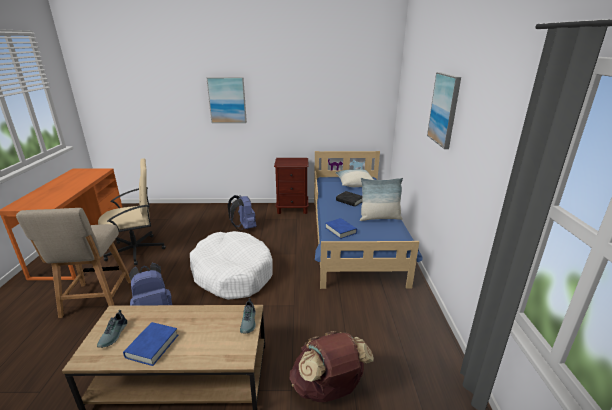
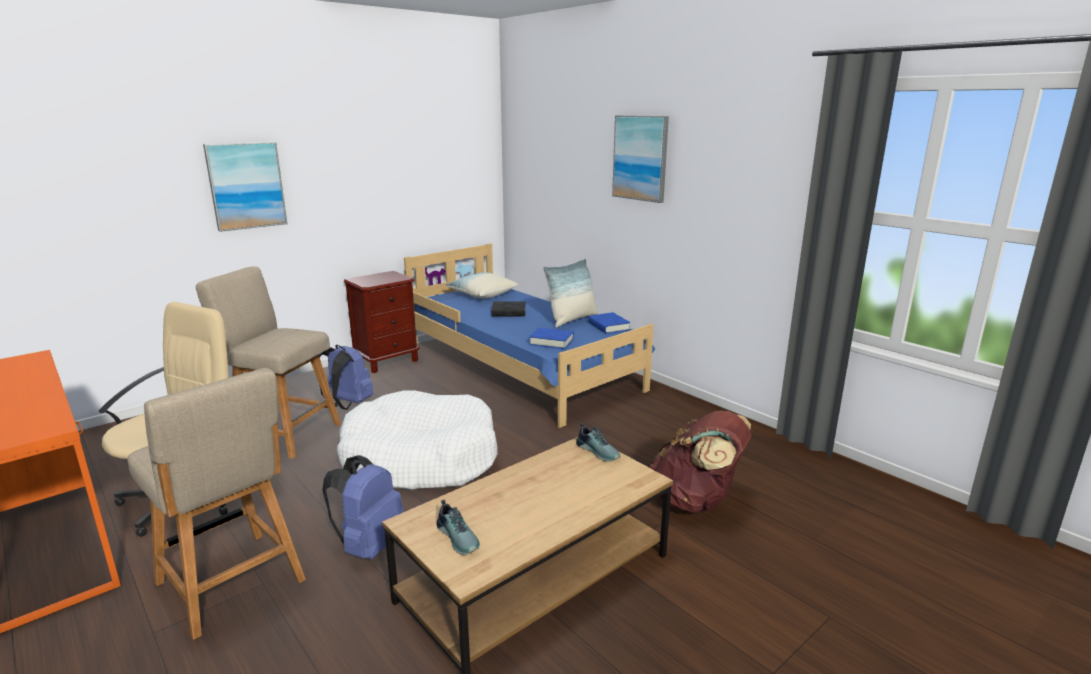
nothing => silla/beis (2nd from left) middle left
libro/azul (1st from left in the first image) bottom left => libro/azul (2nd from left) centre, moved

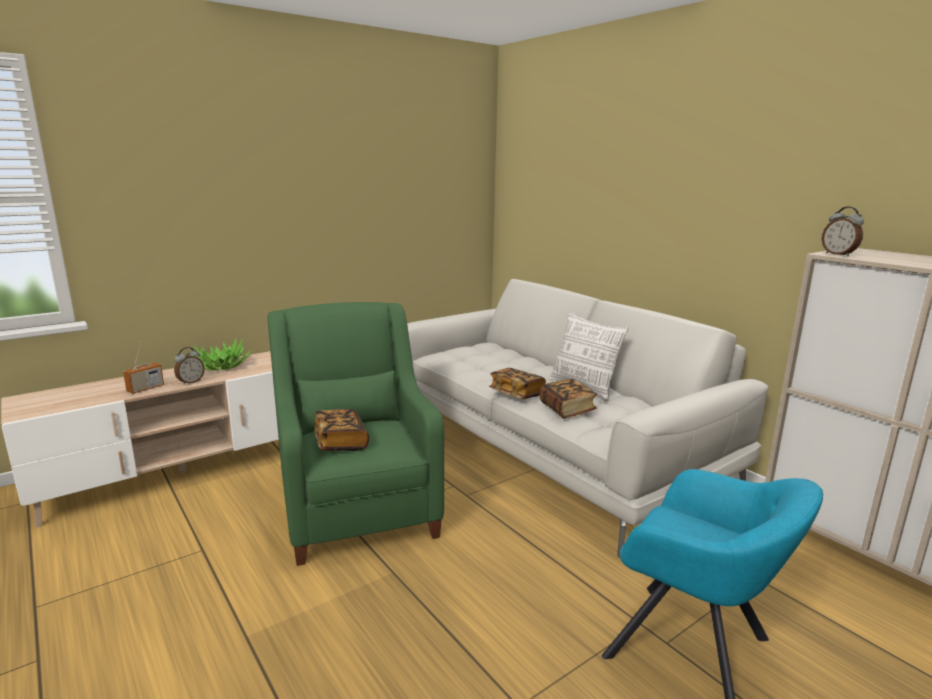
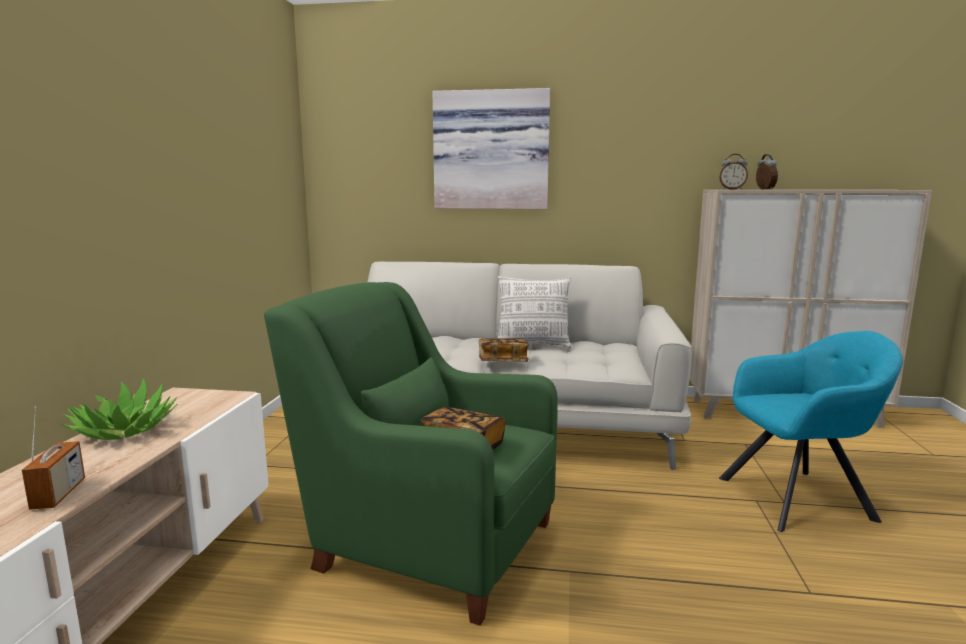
libro (3rd from left) centre => nothing
nothing => cuadro top centre
despertador (1st from left in the first image) middle left => despertador (2nd from left) top right, moved

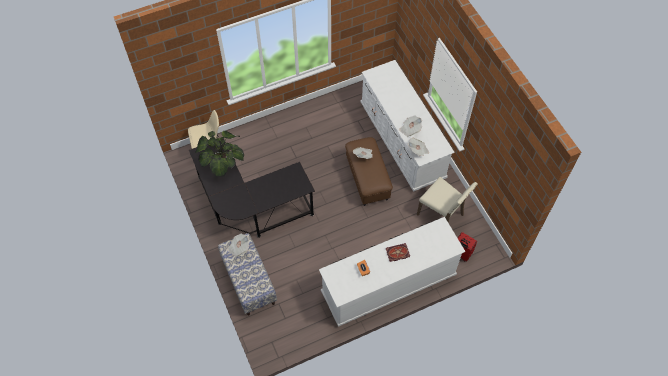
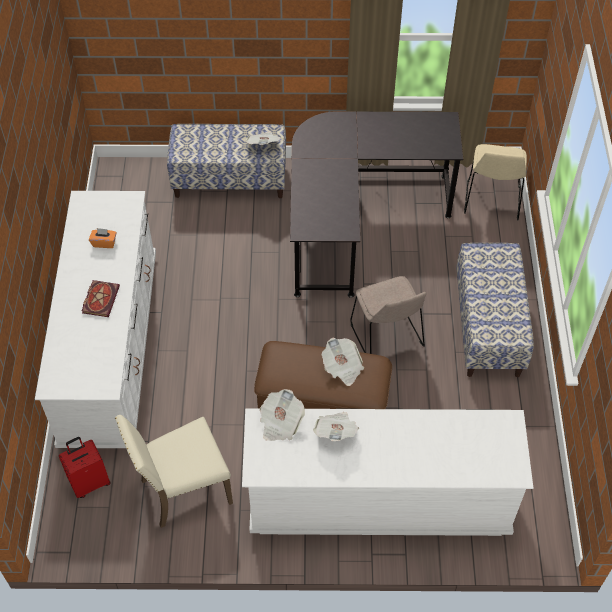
planta en maceta middle left => nothing
nothing => silla/beis (2nd from left) centre
nothing => banco (2nd from left) middle right

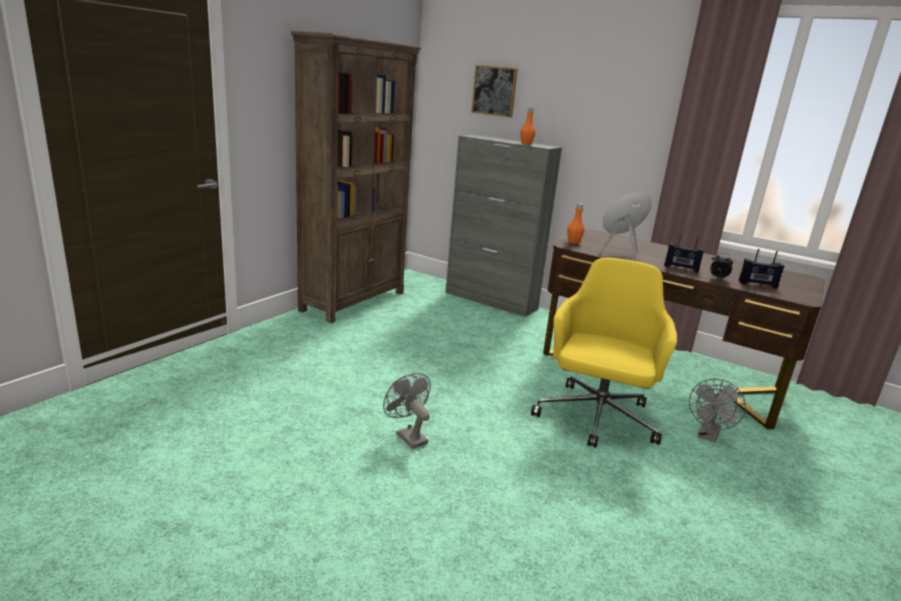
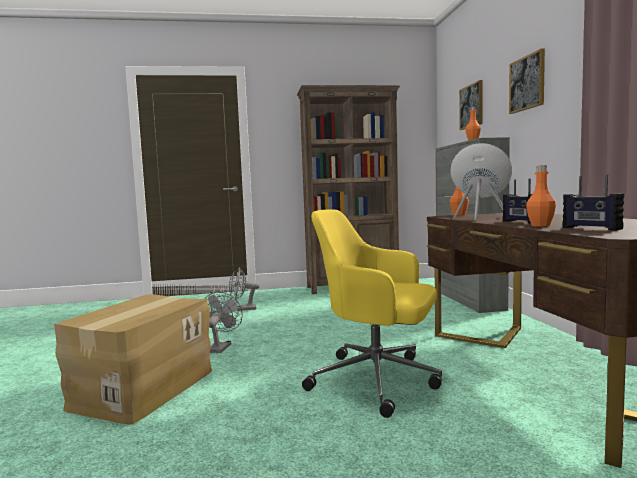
nothing => caja de cartón bottom left
nothing => cuadro (2nd from left) top right
ventilador/gris (2nd from left) bottom right => ventilador/gris (2nd from left) centre, moved
despertador middle right => botella/naranja (3rd from left) middle right
silla de oficina/amarillo middle right => silla de oficina/amarillo centre, 135 degrees counterclockwise

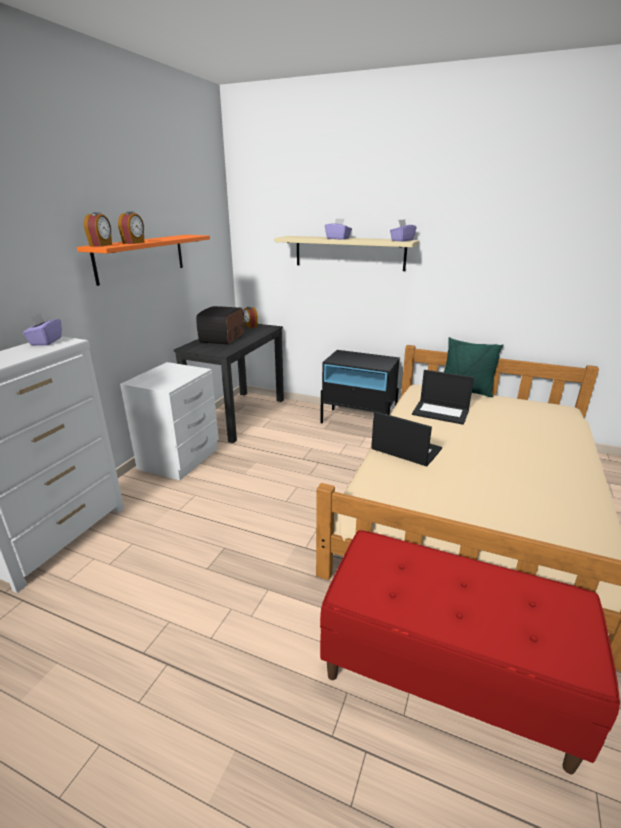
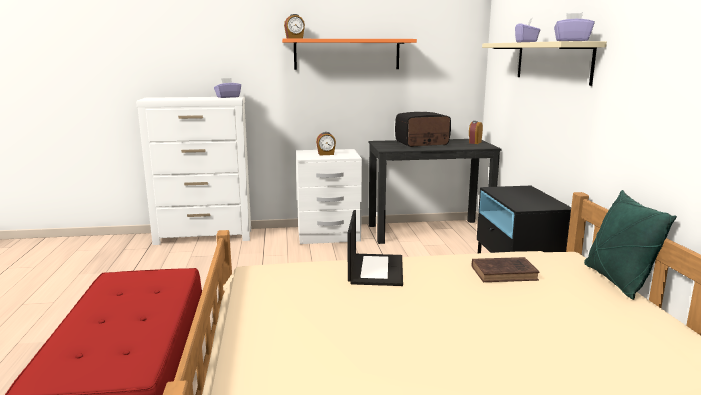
despertador (2nd from left) top left => despertador (2nd from left) centre, moved
portátil (2nd from left) middle right => libro/marrón bottom right

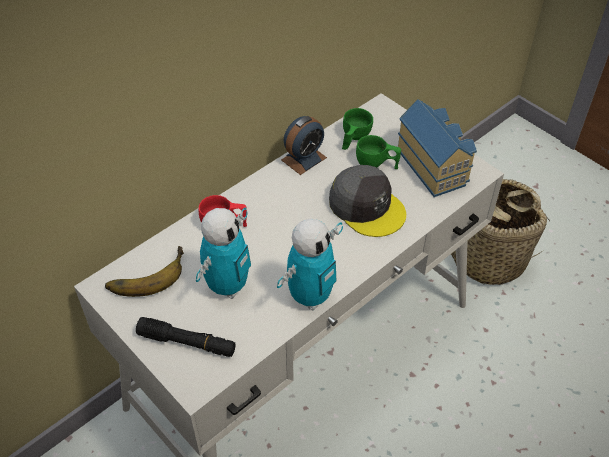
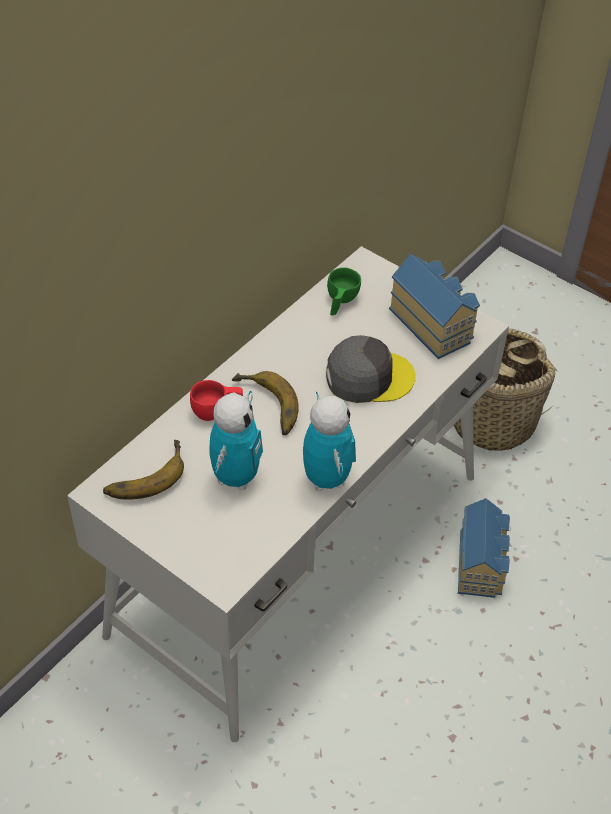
linterna/negro bottom left => nothing
despertador top centre => nothing
taza/verde (2nd from left) top centre => nothing
nothing => plátano (2nd from left) centre
nothing => casita (2nd from left) bottom right
robot de juguete (2nd from left) centre, 45 degrees counterclockwise
gorra/gris centre, 45 degrees counterclockwise

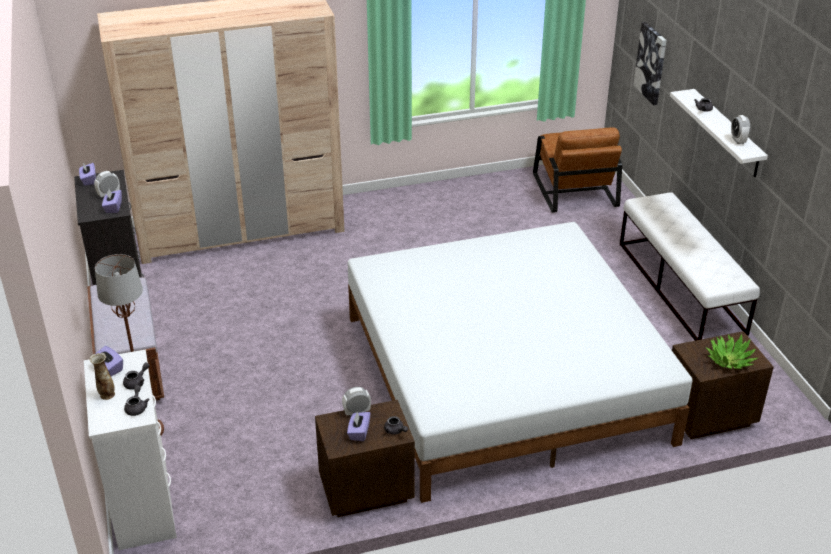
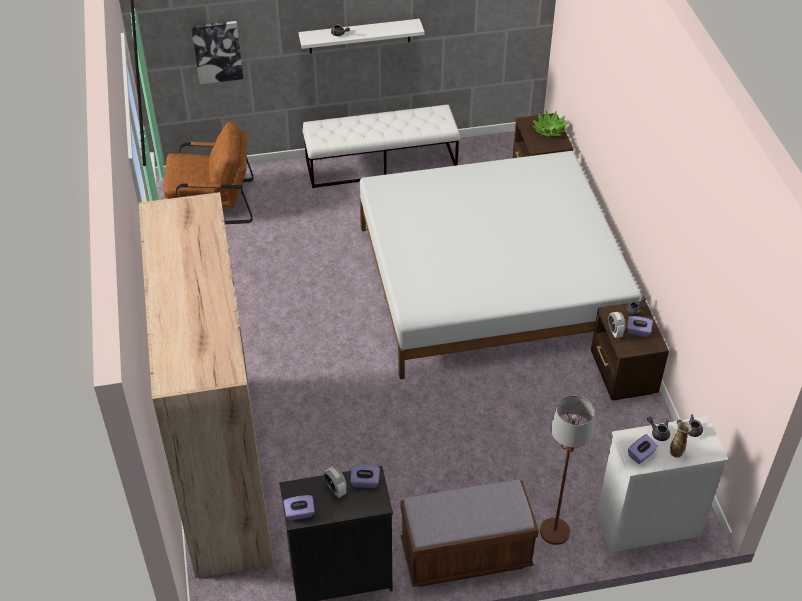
despertador (3rd from left) top right => nothing

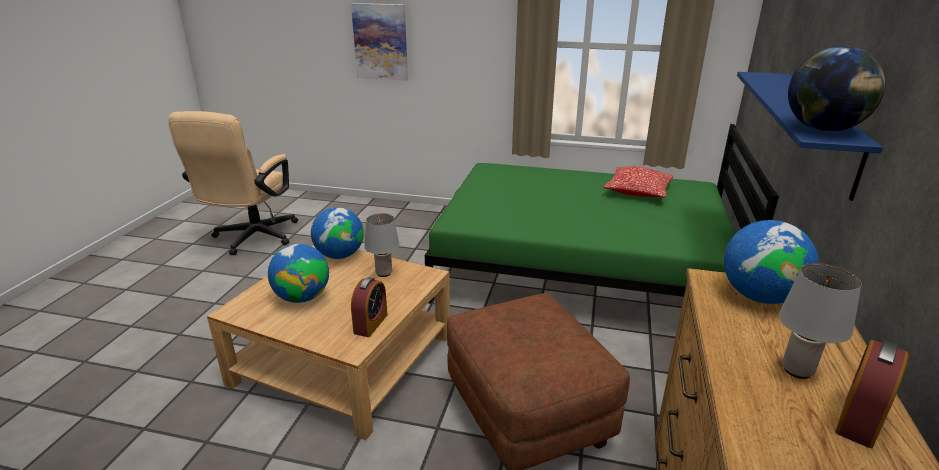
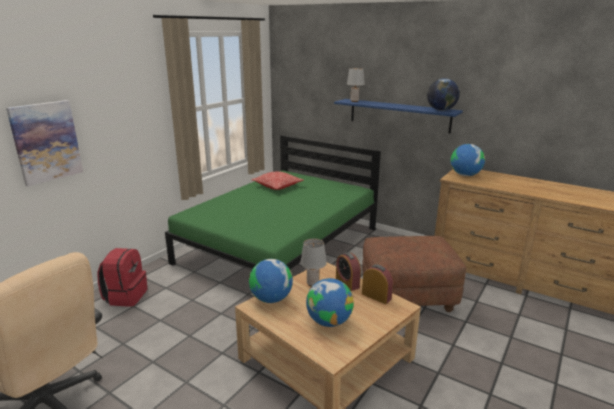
nothing => mochila/rojo bottom left
lámpara de mesa/gris (2nd from left) bottom right => lámpara de mesa/gris (2nd from left) top centre, moved
despertador (2nd from left in the first image) bottom right => despertador (1st from left) centre, moved

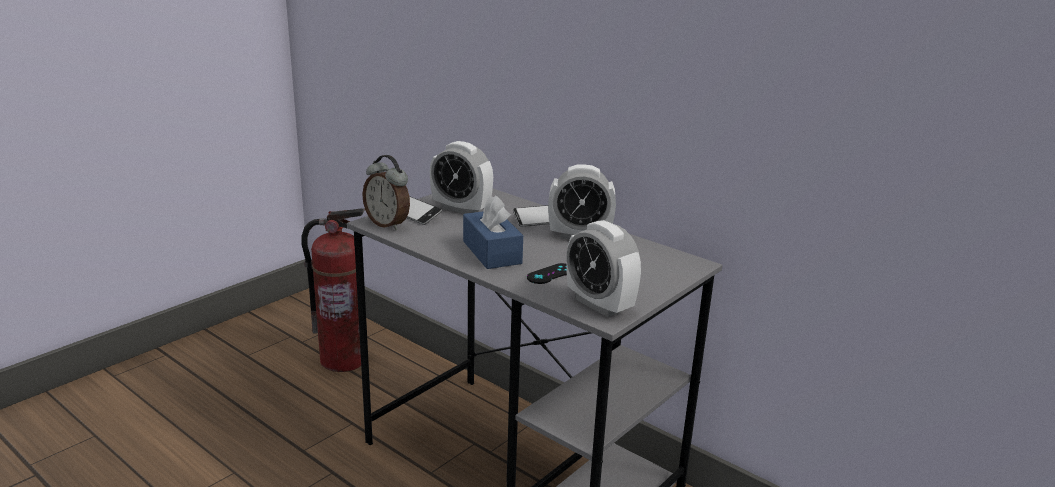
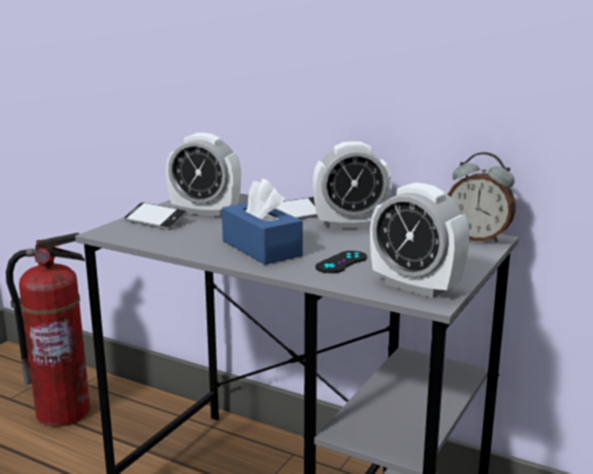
despertador (1st from left in the first image) centre => despertador (4th from left) middle right, moved

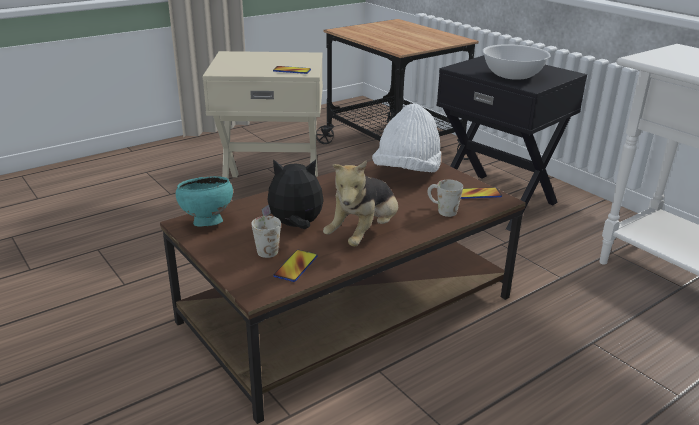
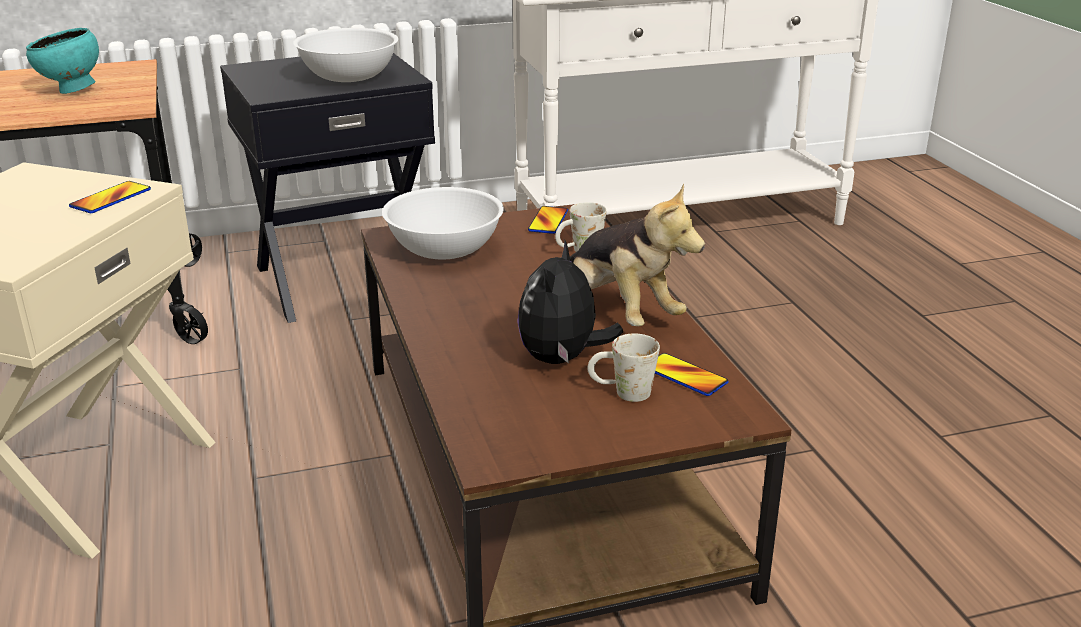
cuenco/turquesa middle left => cuenco/turquesa top left, moved
sombrero/blanco top centre => cuenco/blanco (2nd from left) centre

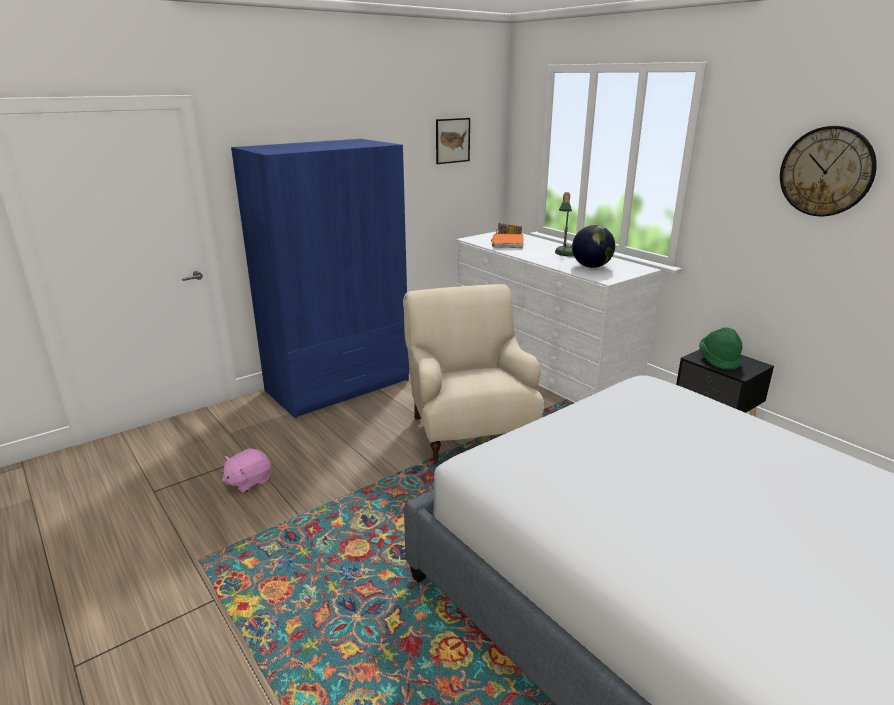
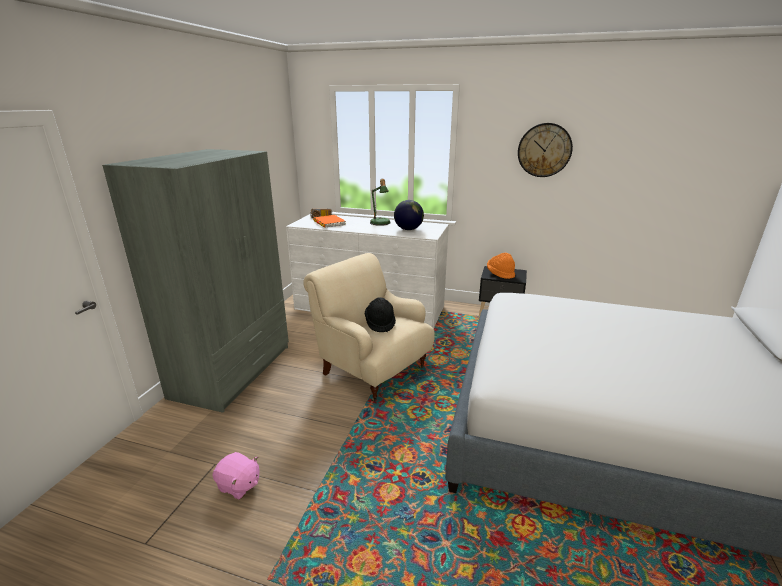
cuadro top centre => nothing
nothing => sombrero/negro centre
armario ropero/azul centre => armario ropero/gris middle left
sombrero/verde middle right => sombrero/naranja centre
peluche/rosa bottom left, 75 degrees counterclockwise

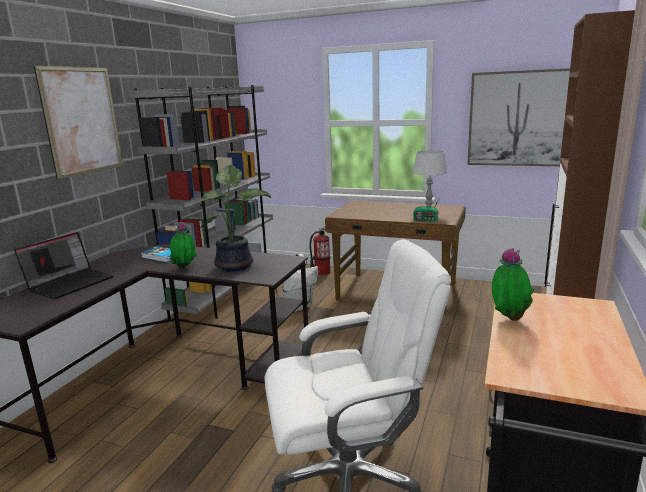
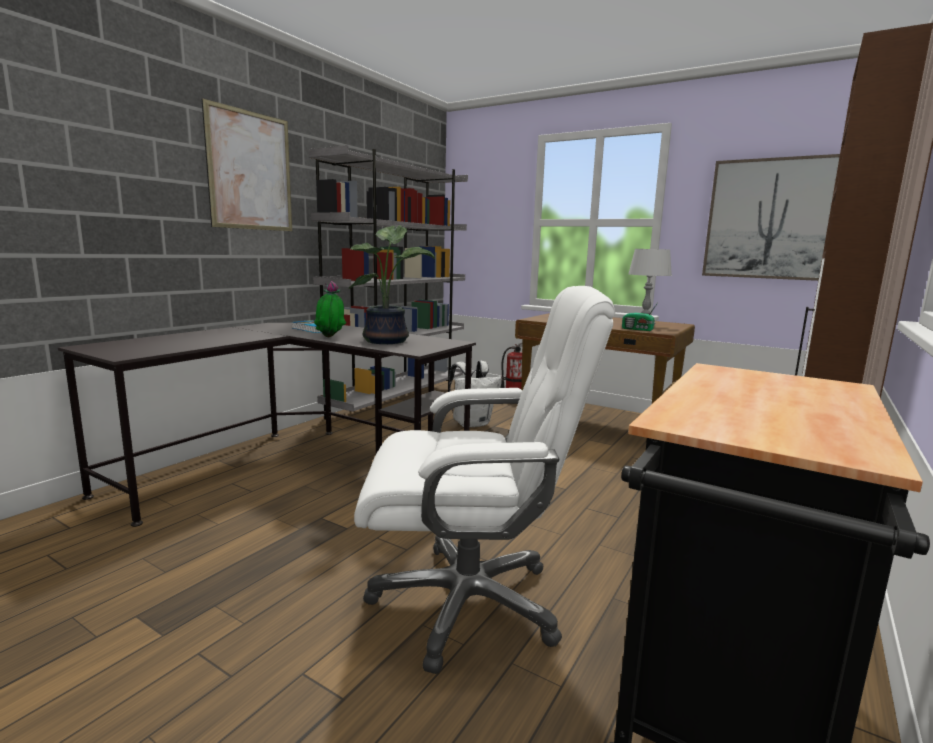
portátil middle left => nothing
planta en maceta (3rd from left) middle right => nothing

